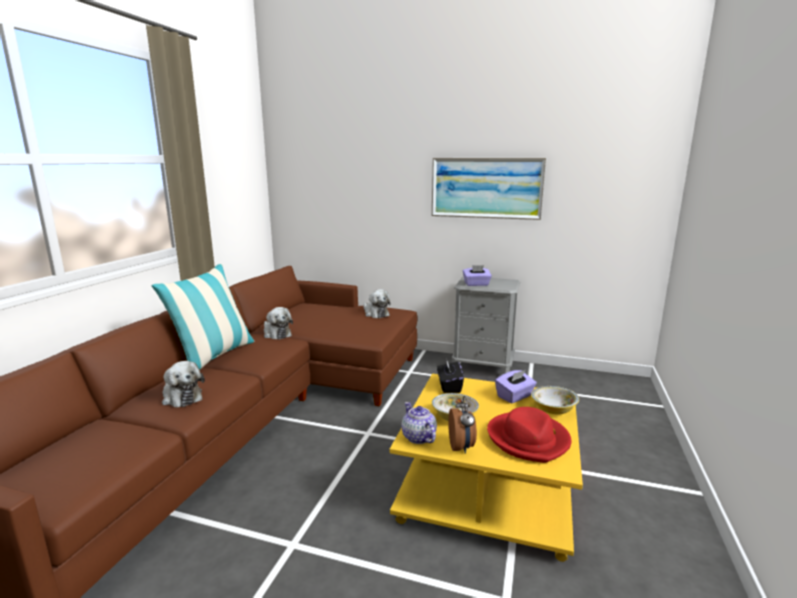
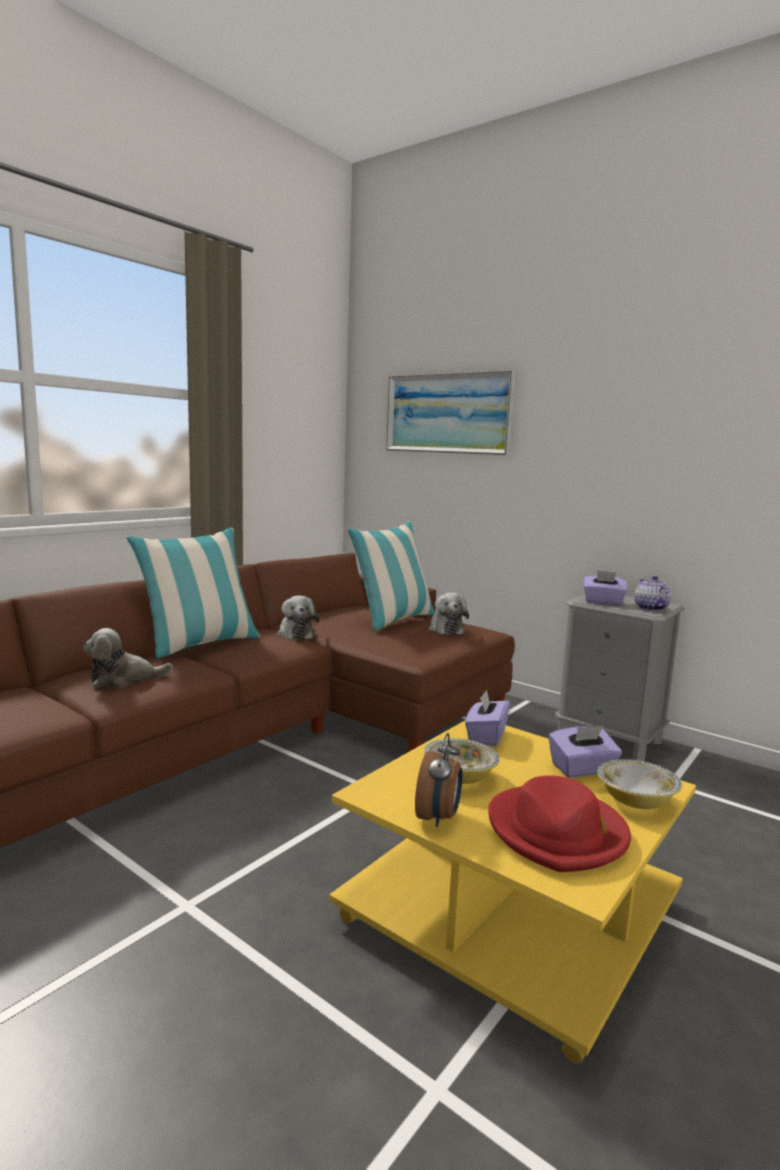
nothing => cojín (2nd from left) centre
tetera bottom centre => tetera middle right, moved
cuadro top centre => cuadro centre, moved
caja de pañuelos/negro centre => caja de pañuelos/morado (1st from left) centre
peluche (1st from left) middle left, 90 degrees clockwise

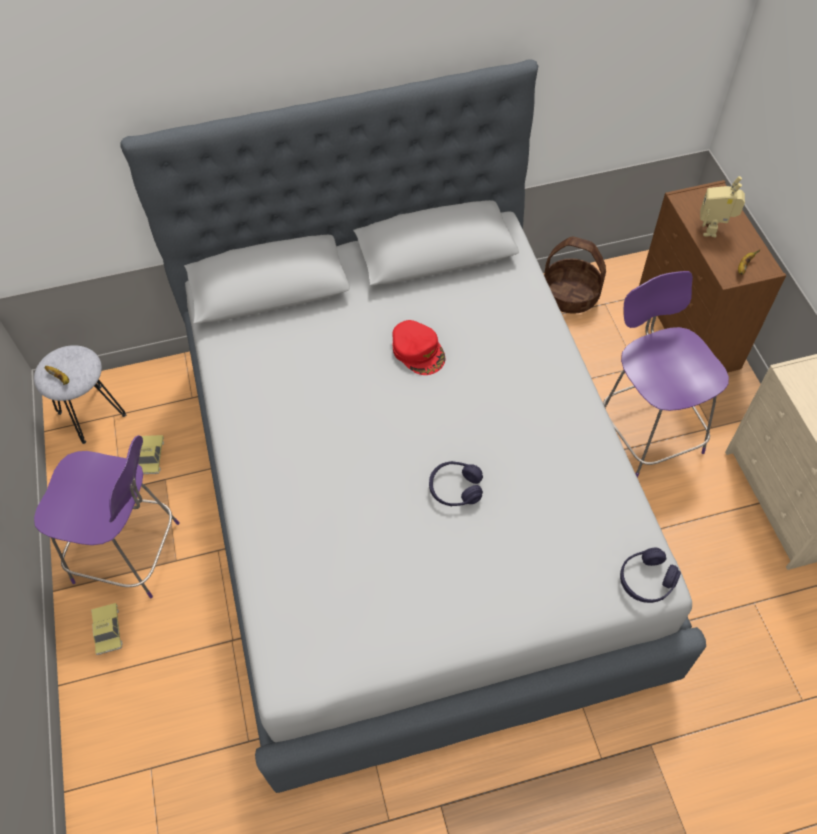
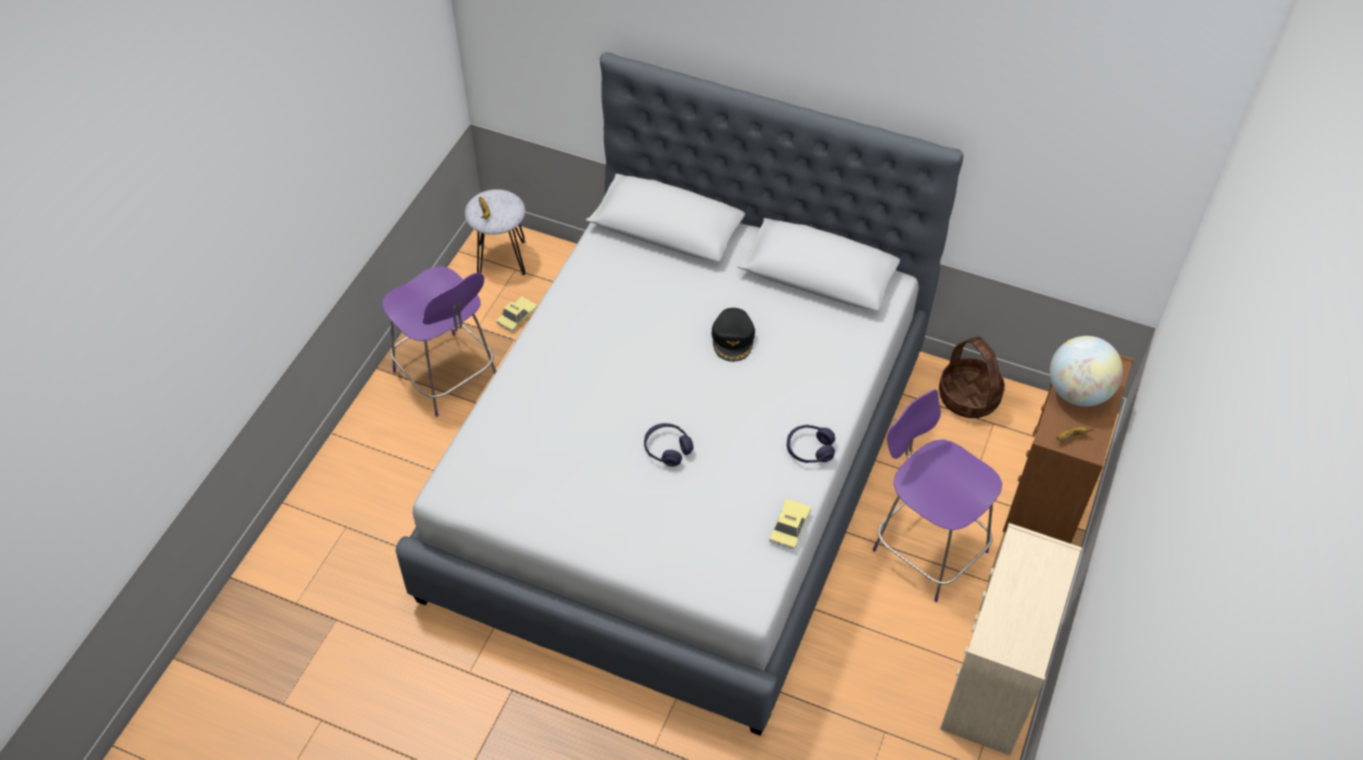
coche de juguete (1st from left in the first image) bottom left => coche de juguete (2nd from left) bottom centre, moved
auriculares/morado (2nd from left) bottom right => auriculares/morado (2nd from left) centre, moved
robot de juguete top right => globo terráqueo middle right
gorra/rojo centre => gorra/negro centre
silla/morado (2nd from left) middle right, 60 degrees counterclockwise

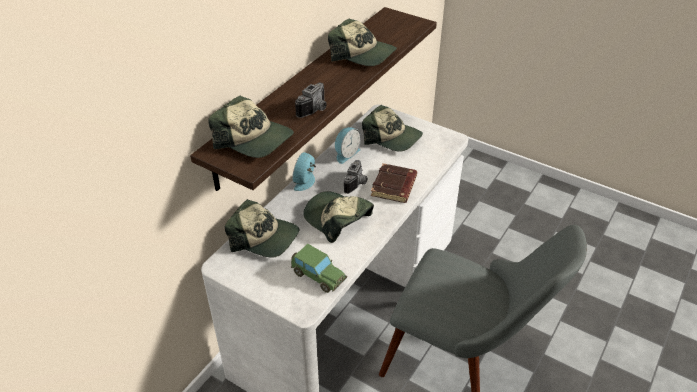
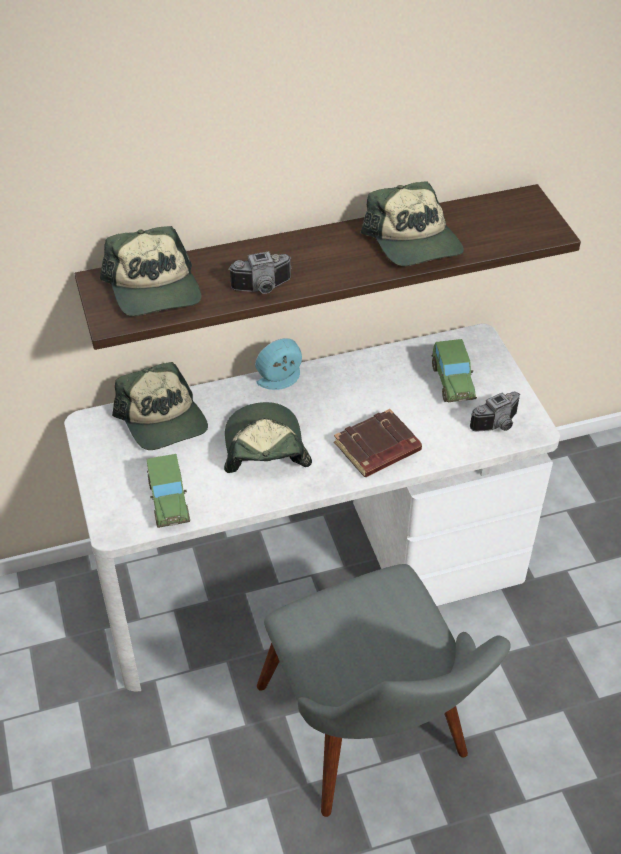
despertador (2nd from left) centre => nothing
cámara (2nd from left) centre => cámara (2nd from left) middle right, moved
gorra (5th from left) top centre => coche de juguete (2nd from left) middle right

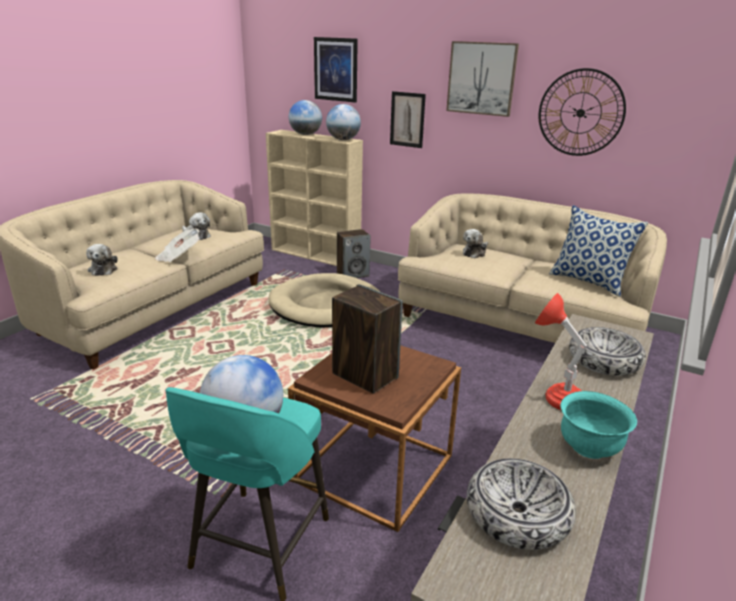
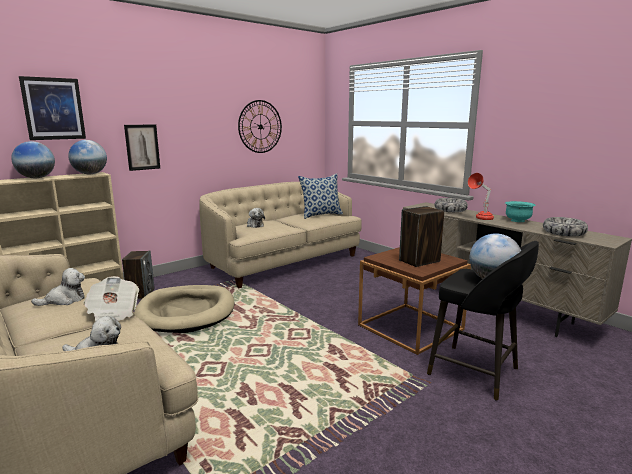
cuadro (3rd from left) top centre => nothing
taburete/turquesa bottom centre => taburete/negro bottom right

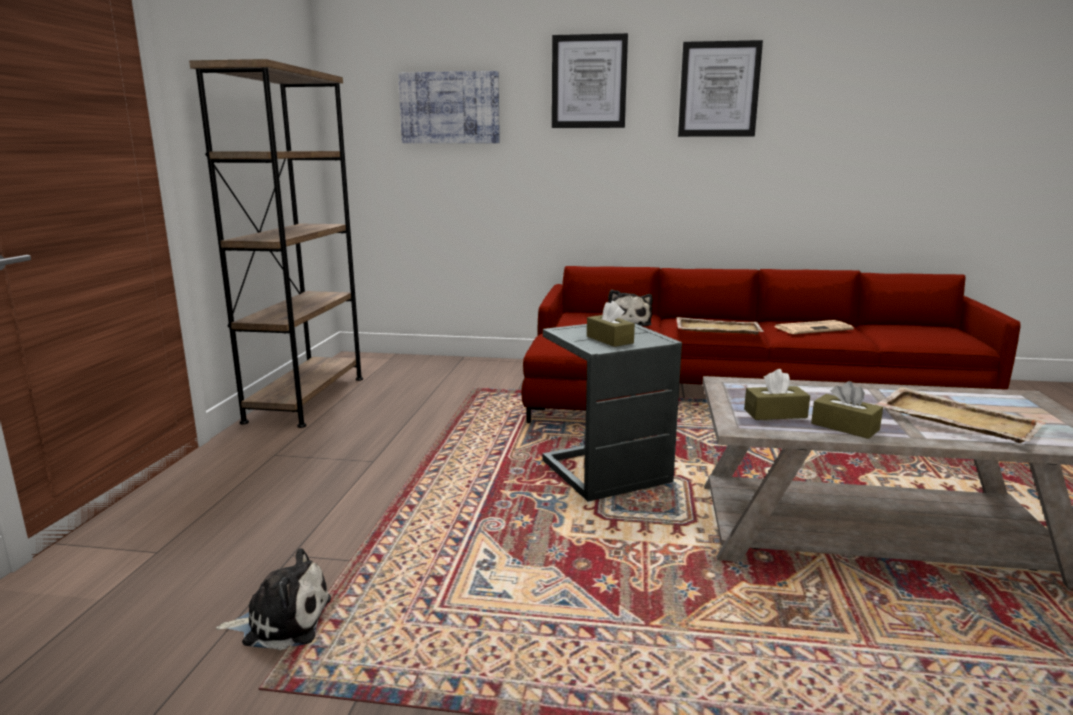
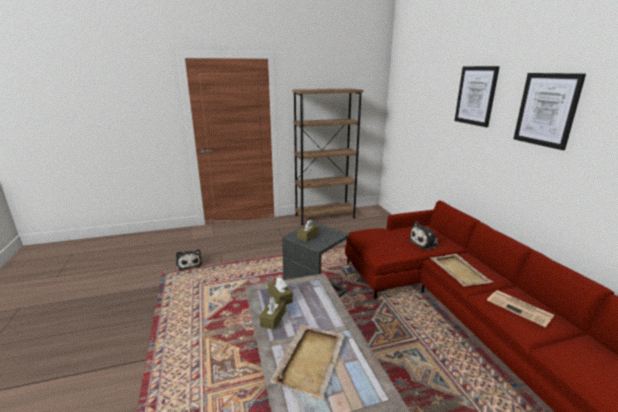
cuadro (1st from left) top centre => nothing

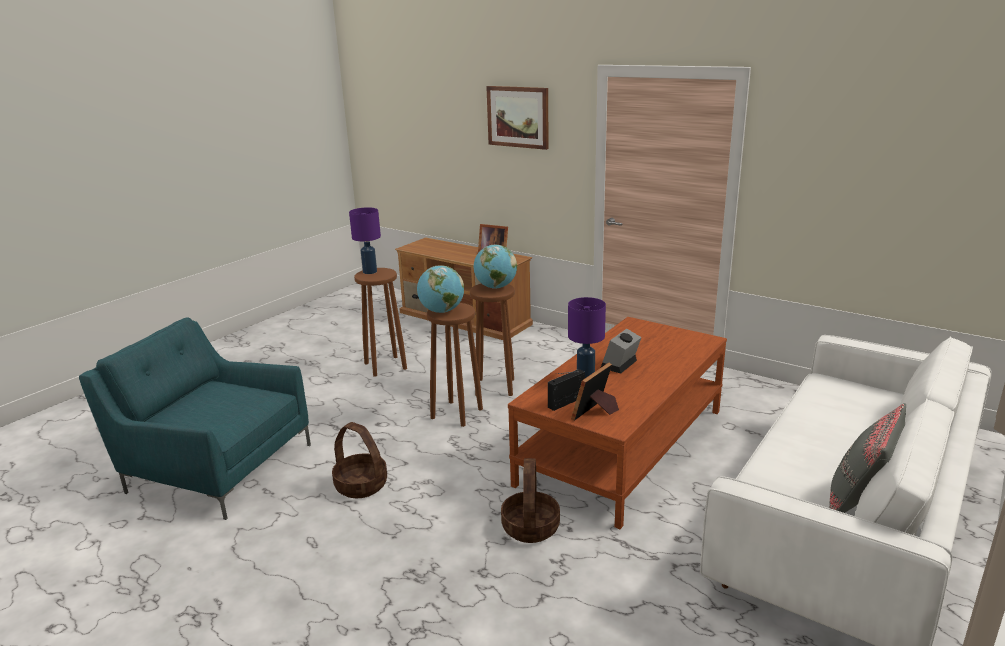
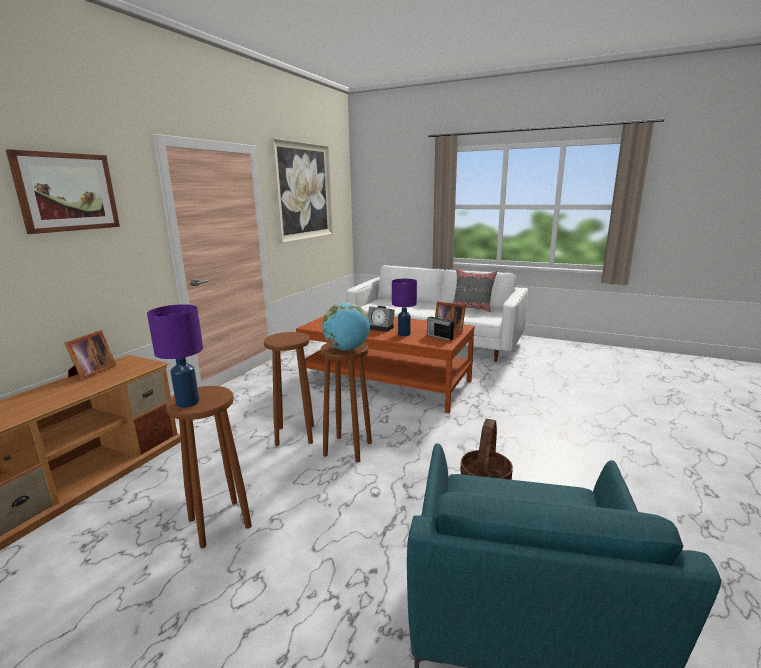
globo terráqueo (2nd from left) centre => nothing
cesta (2nd from left) bottom centre => nothing
nothing => cuadro (2nd from left) top centre

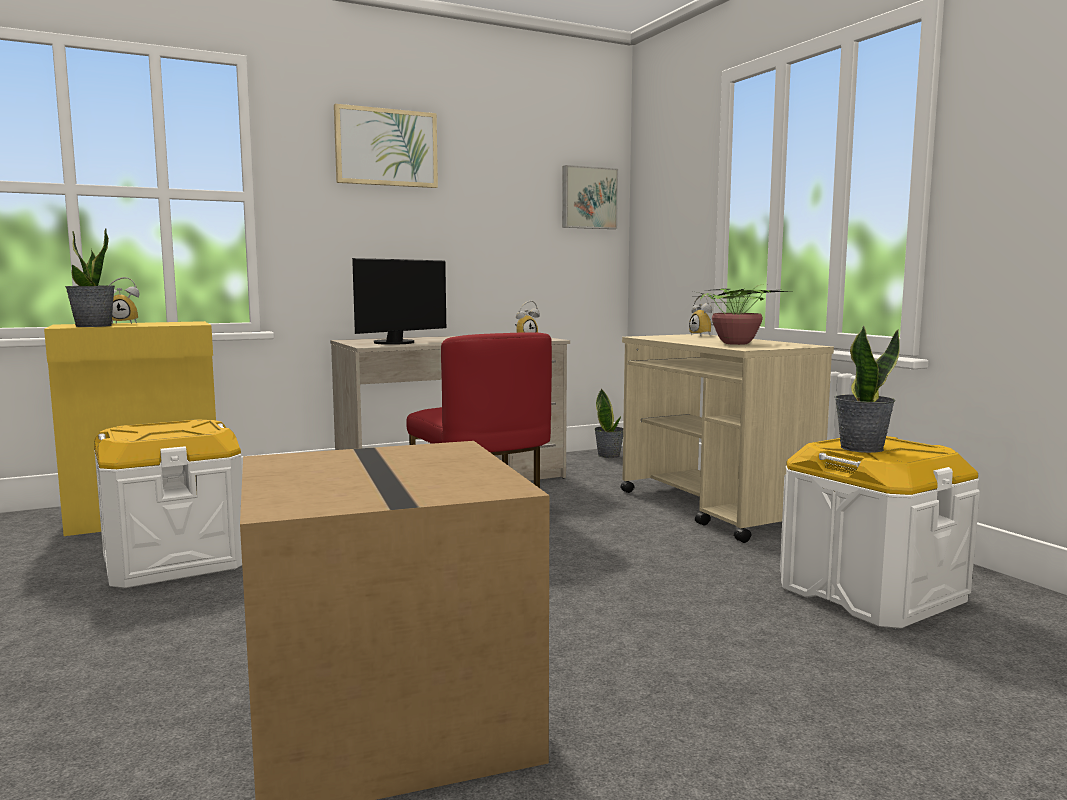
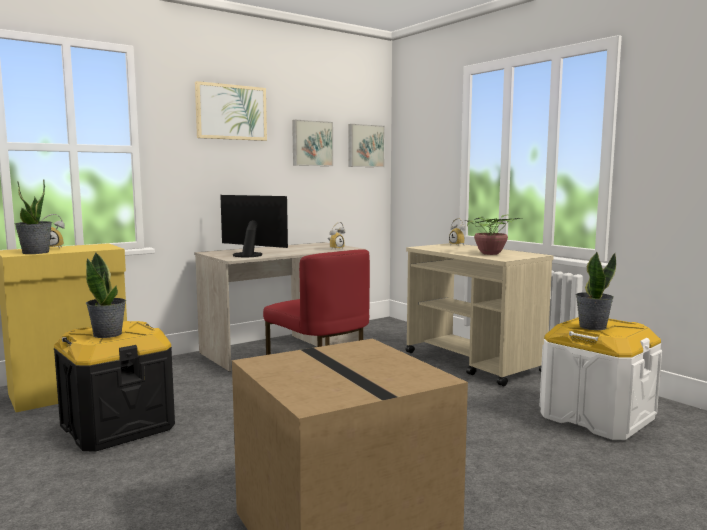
nothing => cuadro (2nd from left) top centre
planta en maceta (2nd from left) centre => planta en maceta (2nd from left) middle left, moved
caja de almacenaje/blanco (1st from left) middle left => caja de almacenaje/negro bottom left
monitor centre, 90 degrees counterclockwise

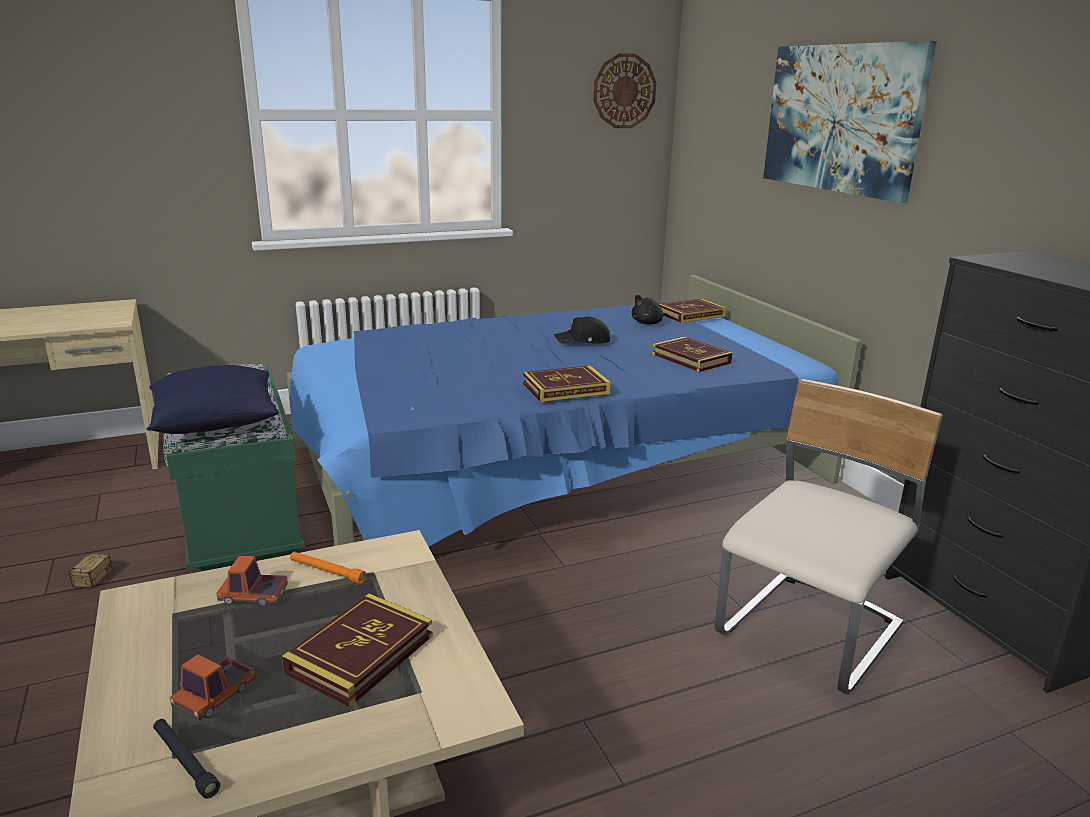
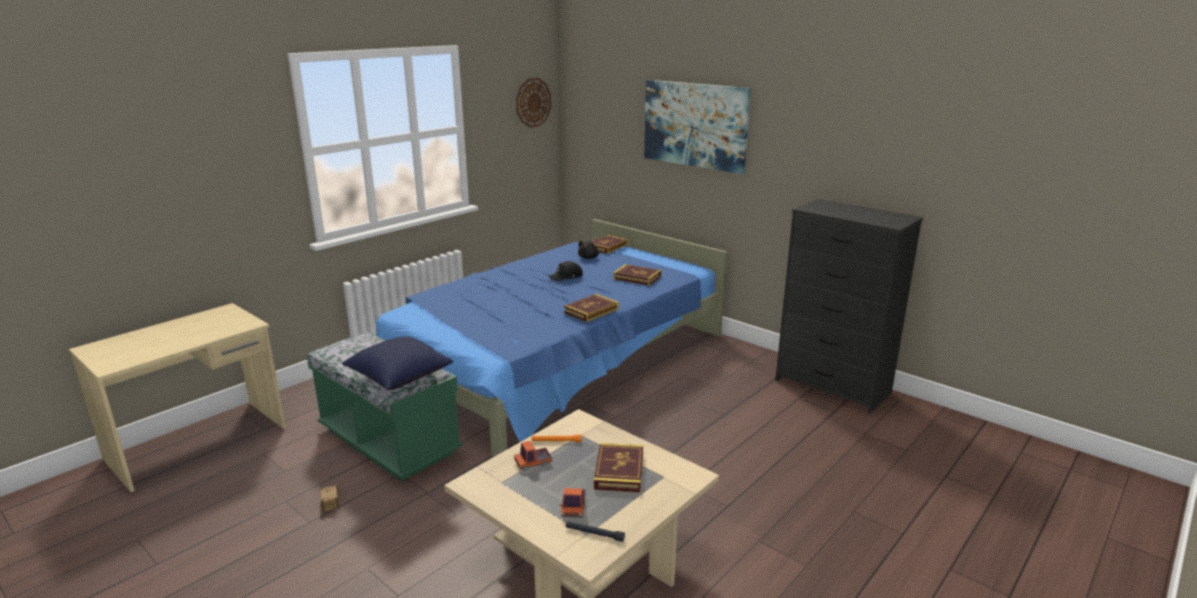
silla/beis middle right => nothing

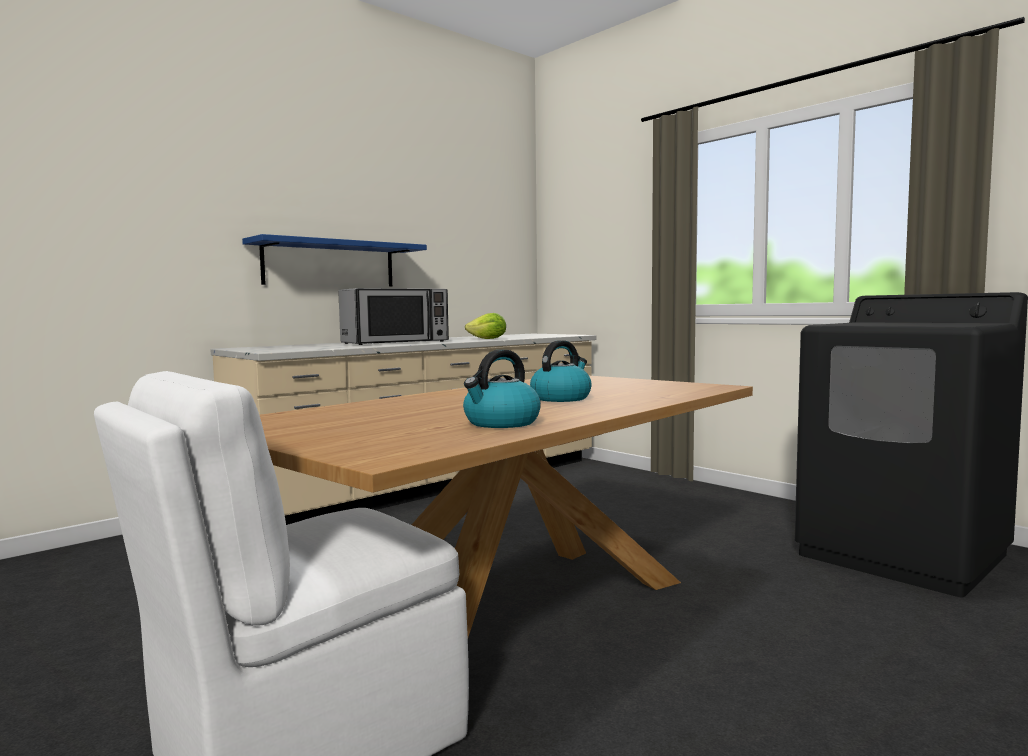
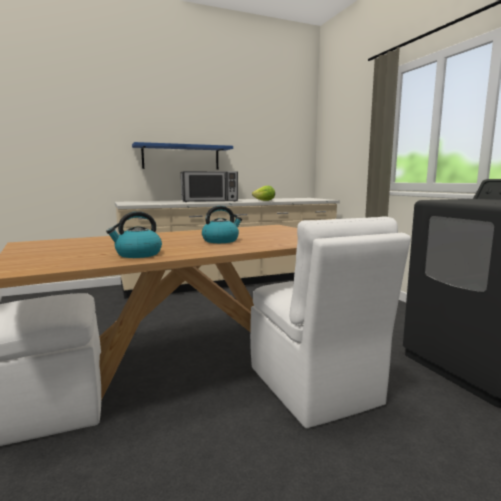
nothing => silla/blanco (2nd from left) centre

